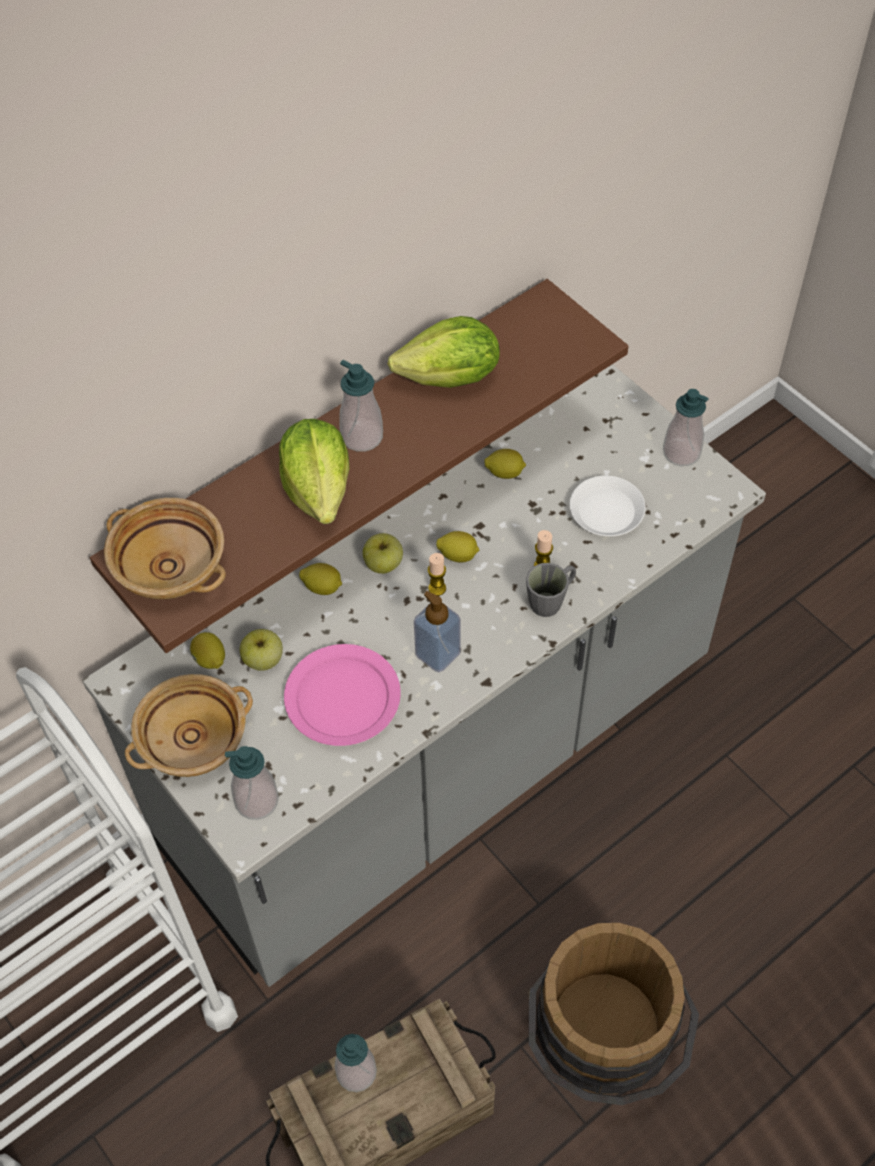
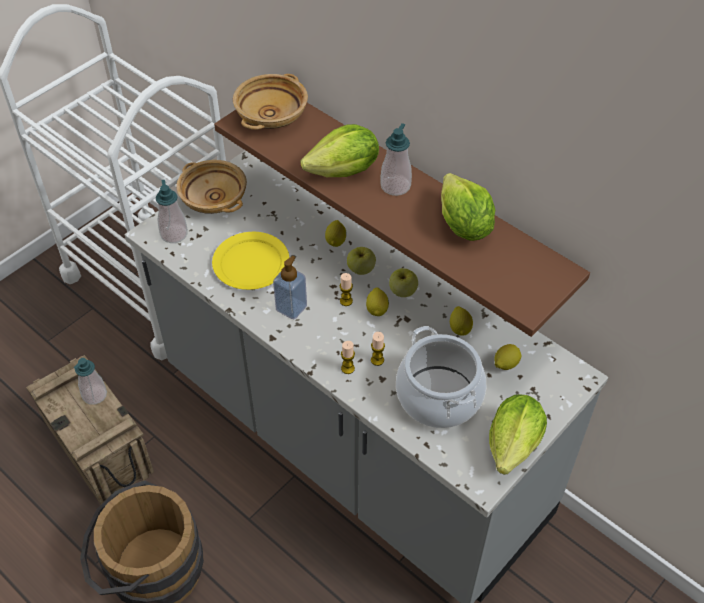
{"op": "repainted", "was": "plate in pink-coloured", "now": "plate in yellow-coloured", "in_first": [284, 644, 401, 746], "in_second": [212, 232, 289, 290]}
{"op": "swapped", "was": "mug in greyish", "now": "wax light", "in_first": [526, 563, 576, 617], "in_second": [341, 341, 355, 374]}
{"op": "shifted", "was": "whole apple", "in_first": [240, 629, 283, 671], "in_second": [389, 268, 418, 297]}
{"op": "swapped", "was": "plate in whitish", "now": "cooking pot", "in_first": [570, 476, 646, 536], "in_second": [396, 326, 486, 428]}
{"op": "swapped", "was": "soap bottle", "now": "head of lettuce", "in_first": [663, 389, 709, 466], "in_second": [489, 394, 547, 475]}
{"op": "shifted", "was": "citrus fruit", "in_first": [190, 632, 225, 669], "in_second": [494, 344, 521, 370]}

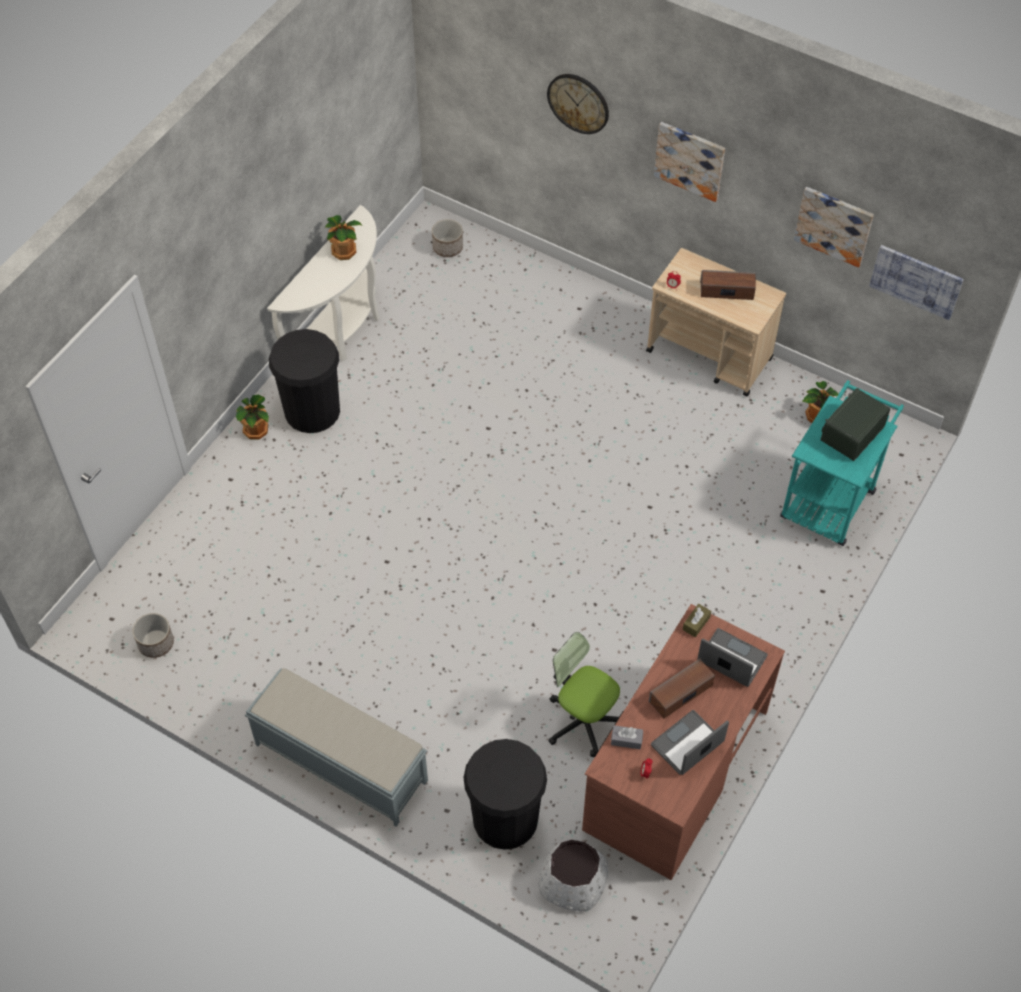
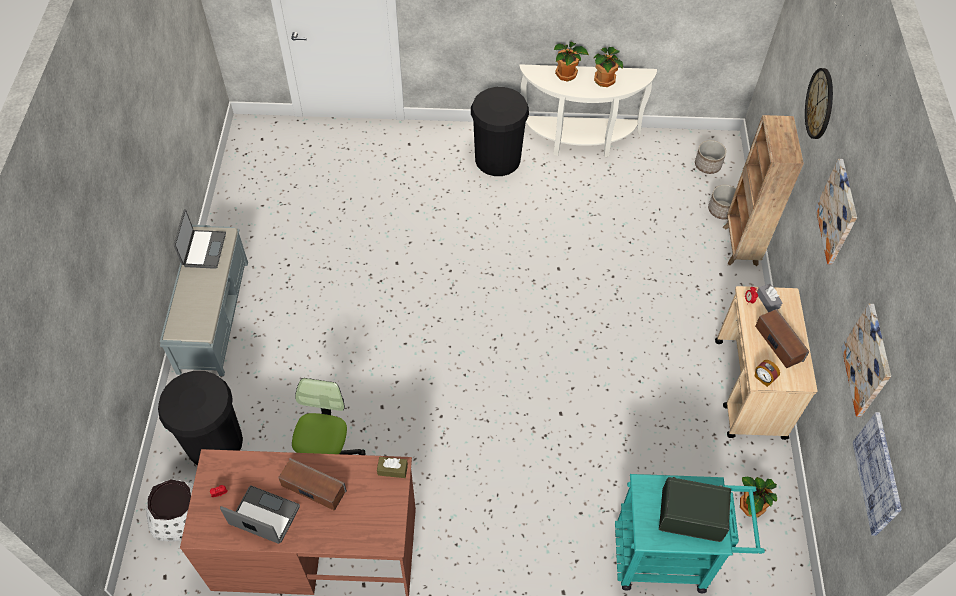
{"op": "shifted", "was": "laptop", "in_first": [697, 628, 768, 687], "in_second": [174, 209, 226, 269]}
{"op": "shifted", "was": "houseplant", "in_first": [236, 395, 269, 439], "in_second": [554, 42, 589, 82]}
{"op": "shifted", "was": "planter", "in_first": [132, 613, 174, 658], "in_second": [708, 185, 736, 220]}
{"op": "new", "now": "shelving unit in brown-coloured", "in_second": [723, 115, 804, 266]}
{"op": "new", "now": "table clock", "in_second": [754, 360, 780, 387]}
{"op": "shifted", "was": "tissue box in greyish", "in_first": [611, 725, 643, 749], "in_second": [757, 284, 783, 312]}

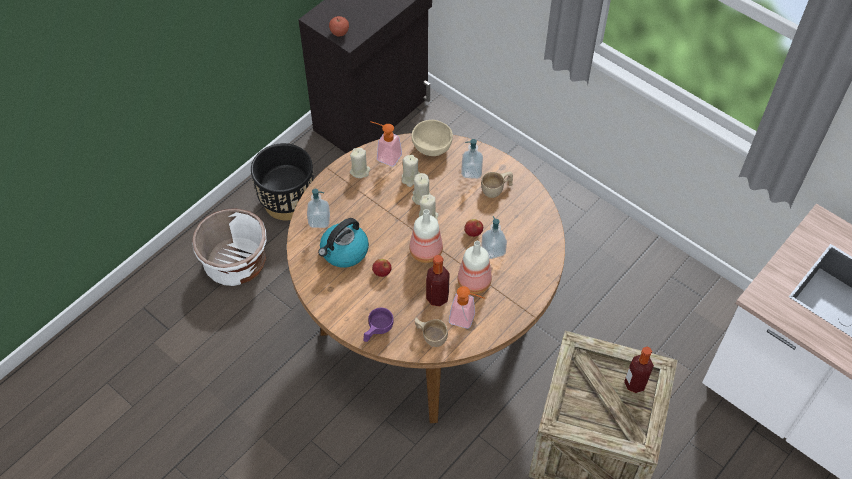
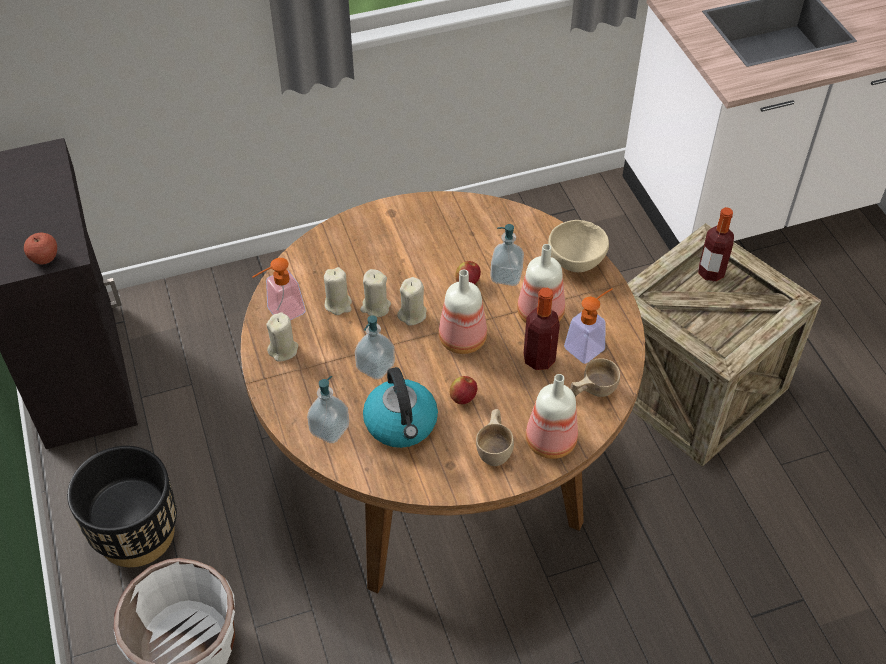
{"op": "shifted", "was": "soap bottle", "in_first": [461, 139, 483, 179], "in_second": [355, 315, 395, 380]}
{"op": "shifted", "was": "drinking cup in beige-coloured", "in_first": [481, 171, 513, 198], "in_second": [476, 409, 514, 466]}
{"op": "swapped", "was": "drinking cup in purple-coloured", "now": "beverage bottle", "in_first": [363, 308, 394, 342], "in_second": [526, 374, 578, 459]}
{"op": "shifted", "was": "bowl in beige-coloured", "in_first": [412, 120, 453, 156], "in_second": [548, 220, 609, 272]}

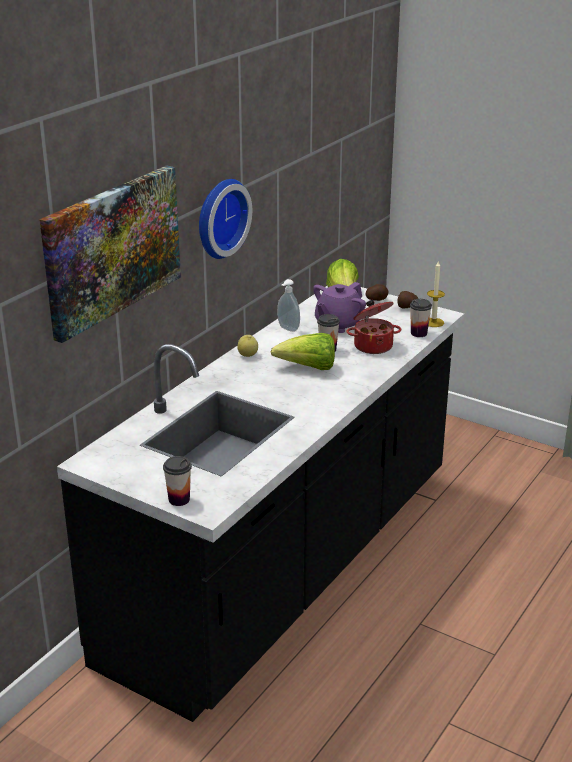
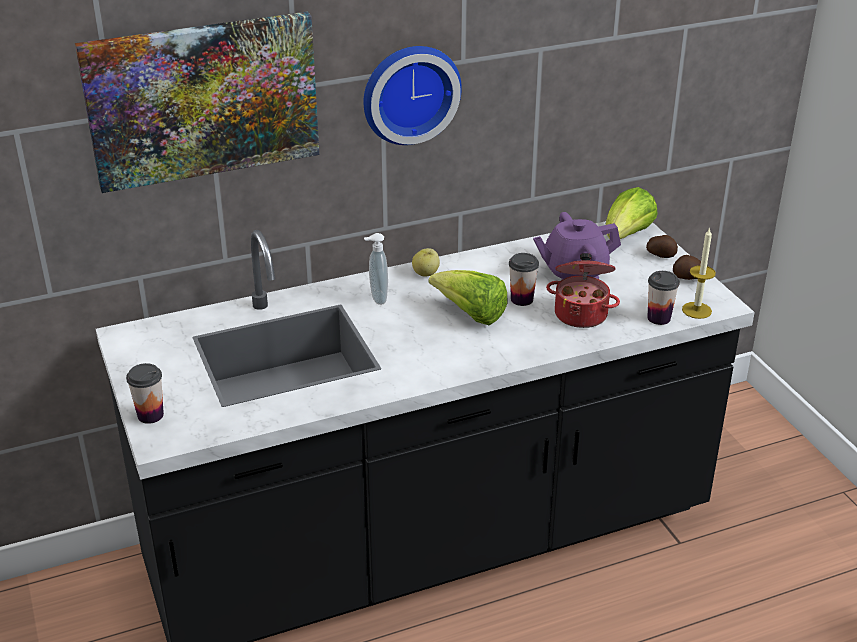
{"op": "shifted", "was": "soap bottle", "in_first": [277, 279, 300, 332], "in_second": [364, 233, 388, 305]}

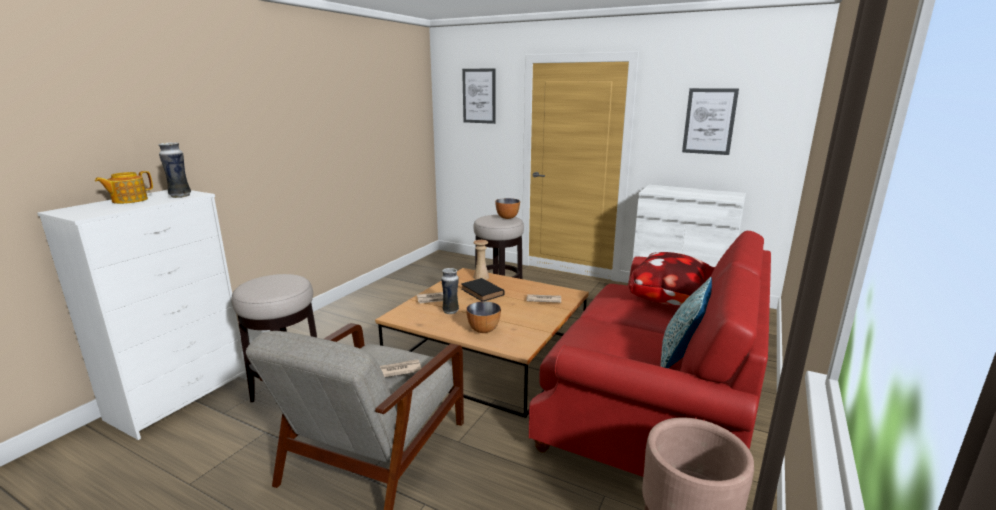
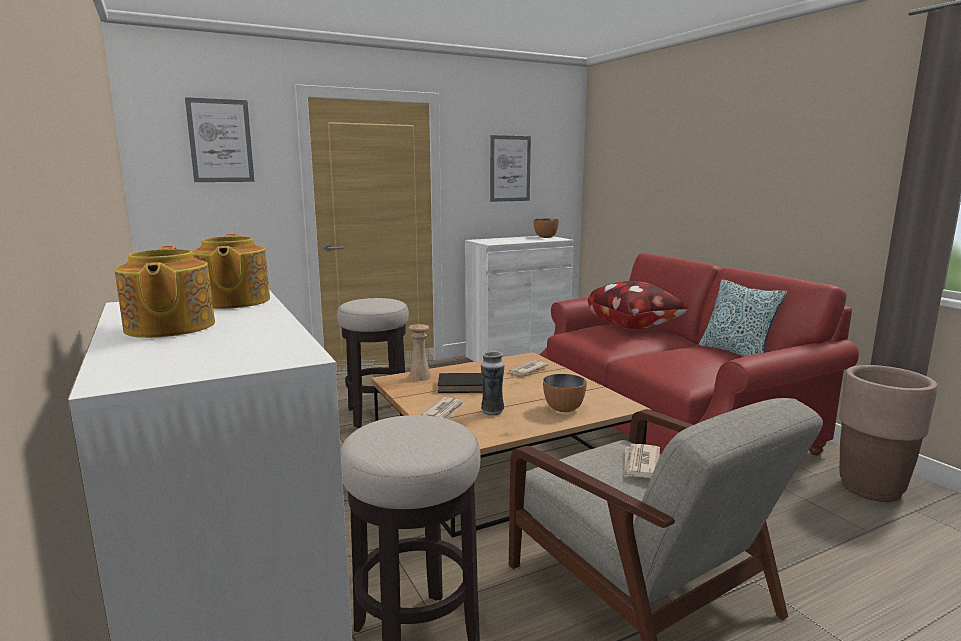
{"op": "swapped", "was": "flower vase", "now": "tea pot", "in_first": [158, 143, 191, 198], "in_second": [192, 234, 270, 309]}
{"op": "shifted", "was": "bowl", "in_first": [495, 198, 520, 219], "in_second": [533, 219, 559, 238]}

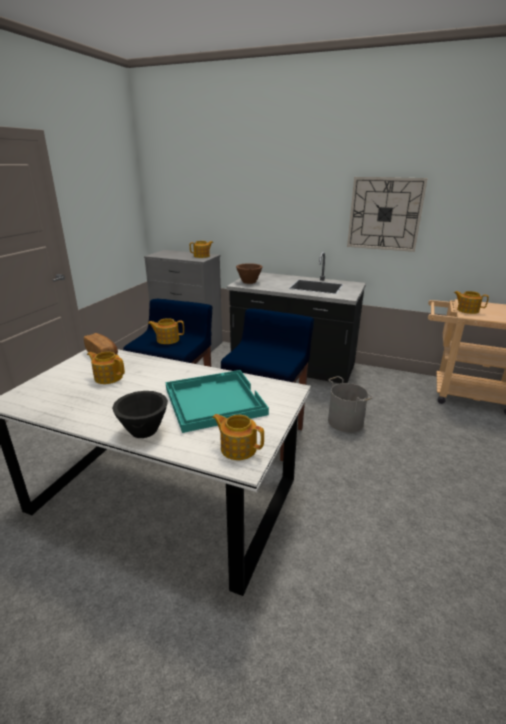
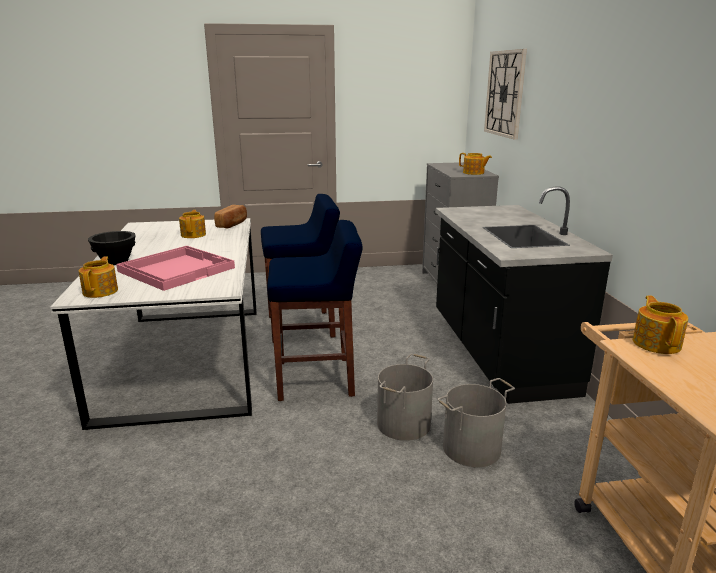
{"op": "repainted", "was": "serving tray in turquoise", "now": "serving tray in pink-coloured", "in_first": [166, 370, 269, 433], "in_second": [116, 246, 235, 291]}
{"op": "new", "now": "bucket in greyish", "in_second": [437, 378, 515, 467]}
{"op": "shifted", "was": "wall clock", "in_first": [347, 177, 428, 252], "in_second": [484, 49, 527, 140]}
{"op": "gone", "was": "tea pot", "in_first": [148, 318, 184, 344]}
{"op": "gone", "was": "bowl in brown-coloured", "in_first": [236, 263, 263, 284]}

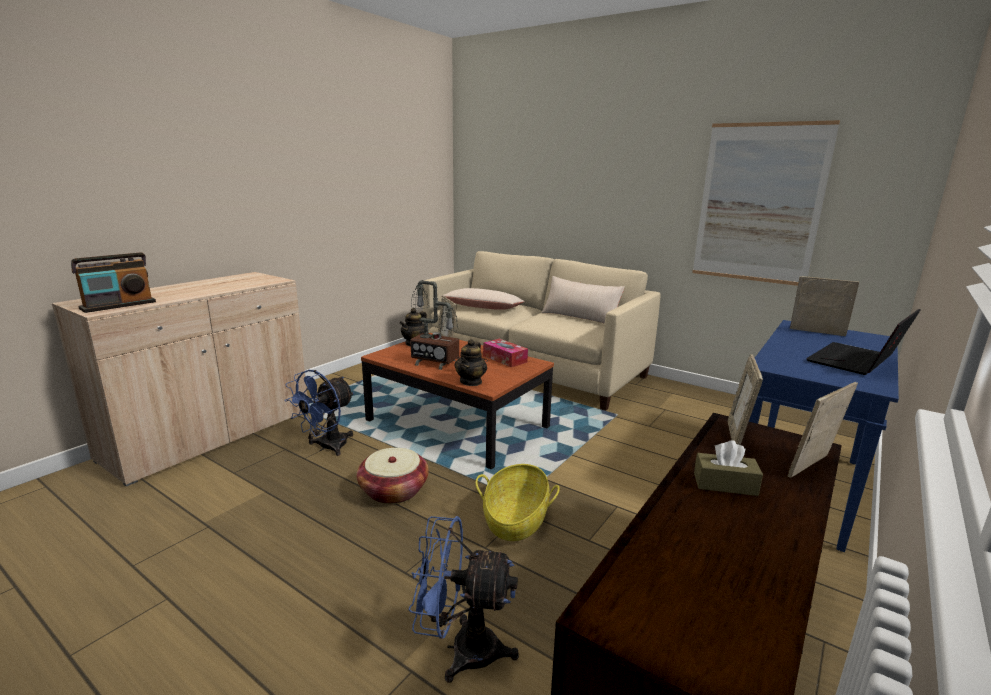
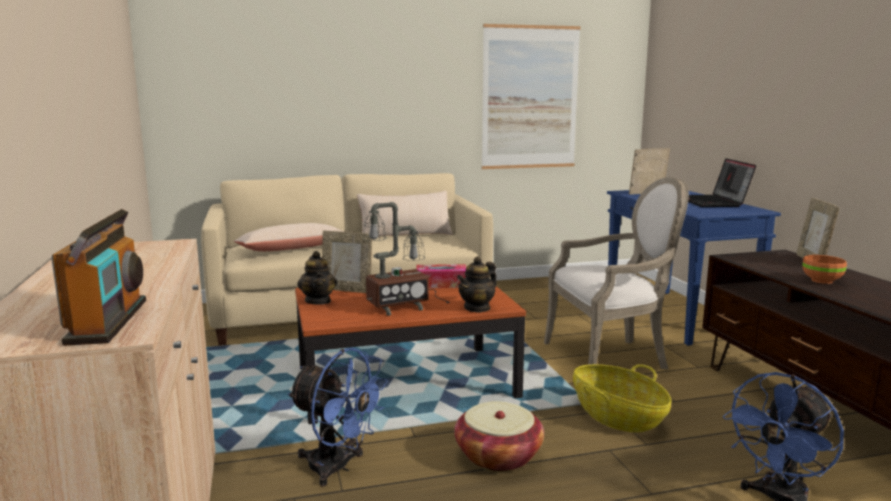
{"op": "rotated", "was": "cooling fan in blue", "in_first": [285, 370, 354, 456], "in_second": [288, 348, 388, 487], "clockwise": -45}
{"op": "rotated", "was": "tea pot", "in_first": [454, 339, 487, 386], "in_second": [457, 256, 497, 313], "clockwise": 75}
{"op": "new", "now": "armchair", "in_second": [544, 177, 689, 370]}
{"op": "swapped", "was": "tissue box in brown-coloured", "now": "bowl in orangey", "in_first": [694, 440, 763, 496], "in_second": [802, 255, 847, 284]}
{"op": "gone", "was": "standing frame", "in_first": [728, 354, 763, 445]}

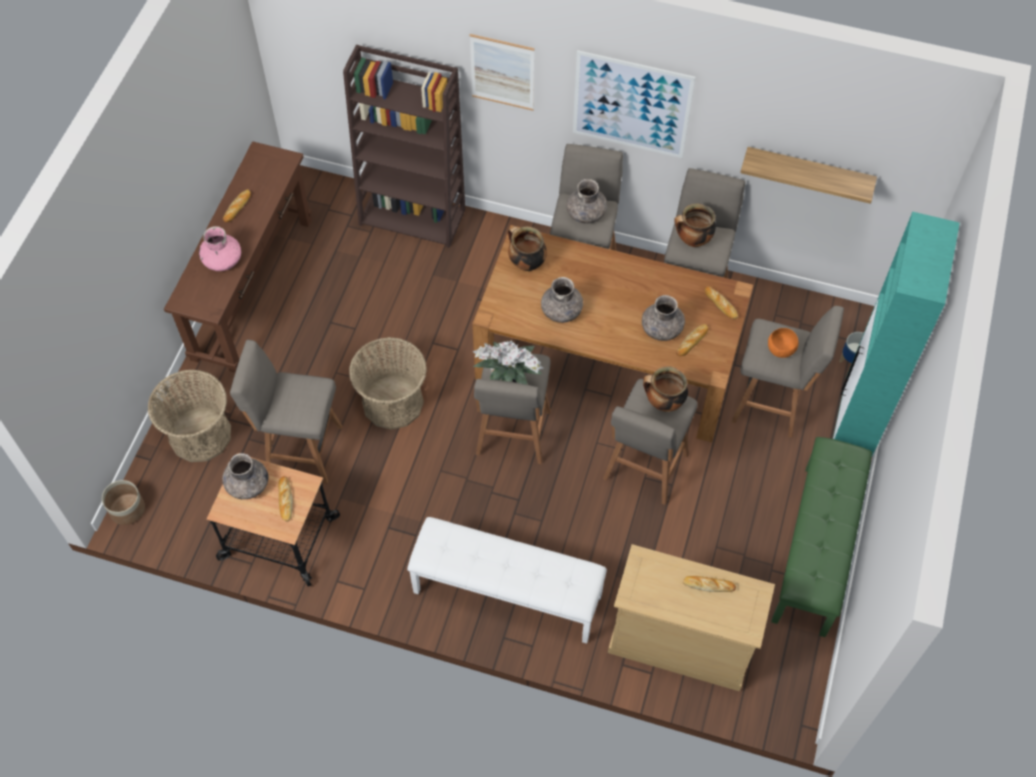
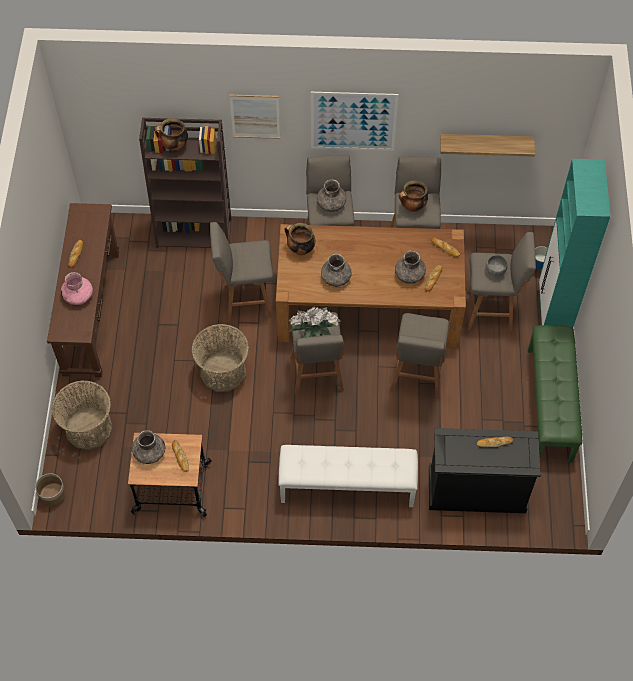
{"op": "shifted", "was": "cooking pot", "in_first": [643, 366, 688, 412], "in_second": [155, 118, 188, 151]}
{"op": "shifted", "was": "stool seat in greyish", "in_first": [230, 340, 342, 484], "in_second": [210, 222, 273, 321]}
{"op": "repainted", "was": "drawer chest in beige-coloured", "now": "drawer chest in blackish", "in_first": [608, 544, 775, 691], "in_second": [429, 428, 541, 513]}
{"op": "repainted", "was": "bowl in orangey", "now": "bowl in greyish", "in_first": [768, 328, 798, 358], "in_second": [486, 255, 507, 277]}

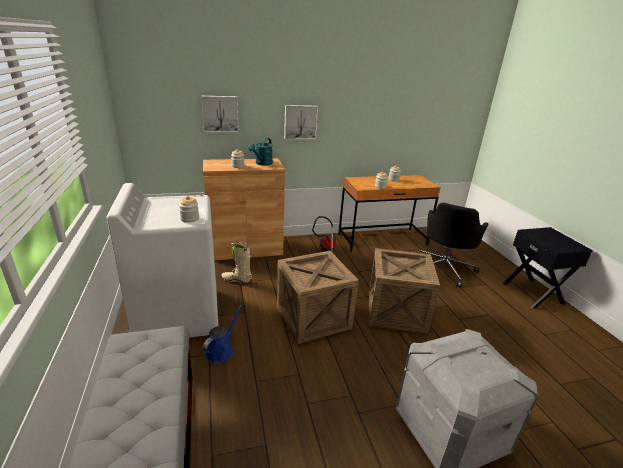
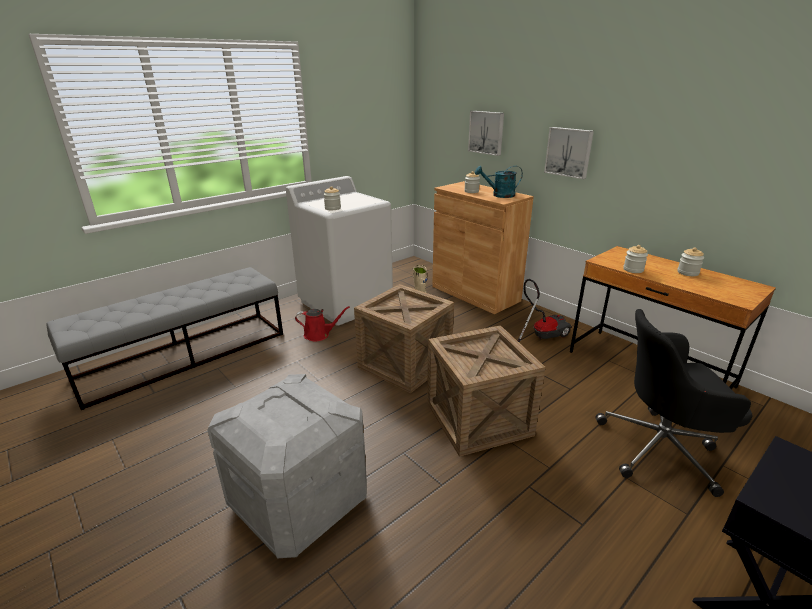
{"op": "repainted", "was": "watering pot in blue", "now": "watering pot in reddish", "in_first": [203, 305, 242, 363], "in_second": [295, 306, 350, 342]}

